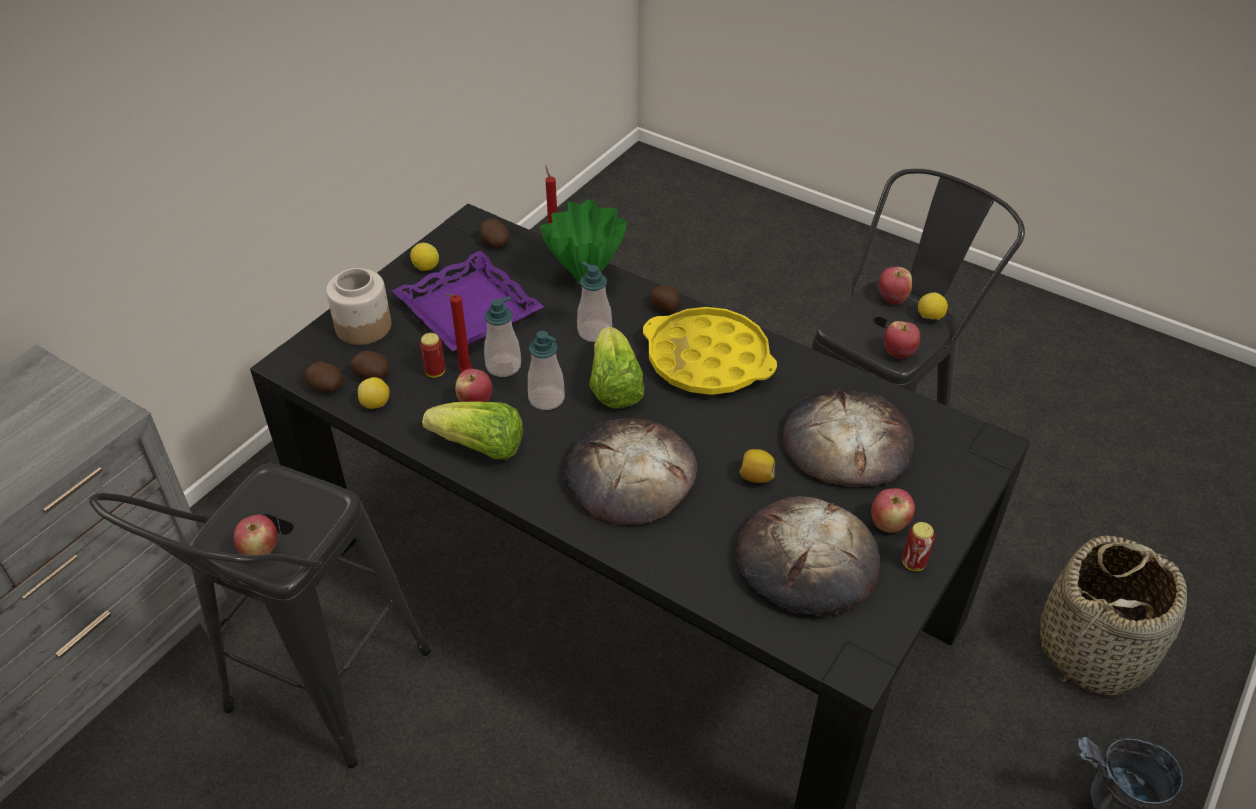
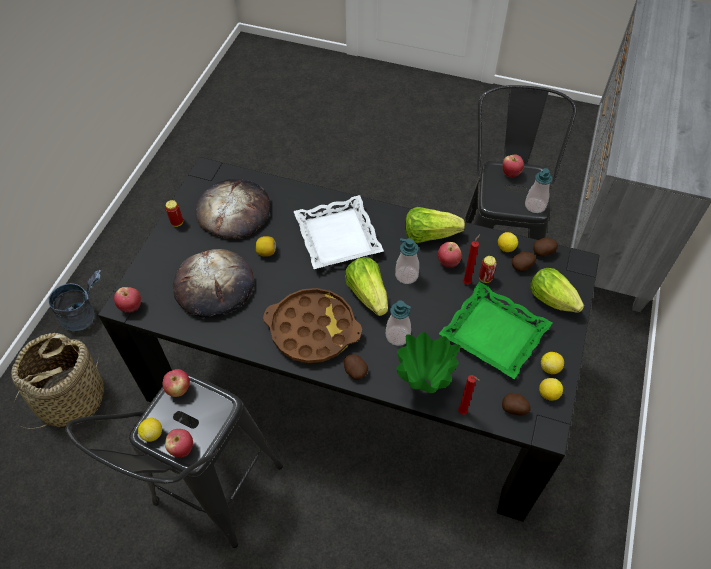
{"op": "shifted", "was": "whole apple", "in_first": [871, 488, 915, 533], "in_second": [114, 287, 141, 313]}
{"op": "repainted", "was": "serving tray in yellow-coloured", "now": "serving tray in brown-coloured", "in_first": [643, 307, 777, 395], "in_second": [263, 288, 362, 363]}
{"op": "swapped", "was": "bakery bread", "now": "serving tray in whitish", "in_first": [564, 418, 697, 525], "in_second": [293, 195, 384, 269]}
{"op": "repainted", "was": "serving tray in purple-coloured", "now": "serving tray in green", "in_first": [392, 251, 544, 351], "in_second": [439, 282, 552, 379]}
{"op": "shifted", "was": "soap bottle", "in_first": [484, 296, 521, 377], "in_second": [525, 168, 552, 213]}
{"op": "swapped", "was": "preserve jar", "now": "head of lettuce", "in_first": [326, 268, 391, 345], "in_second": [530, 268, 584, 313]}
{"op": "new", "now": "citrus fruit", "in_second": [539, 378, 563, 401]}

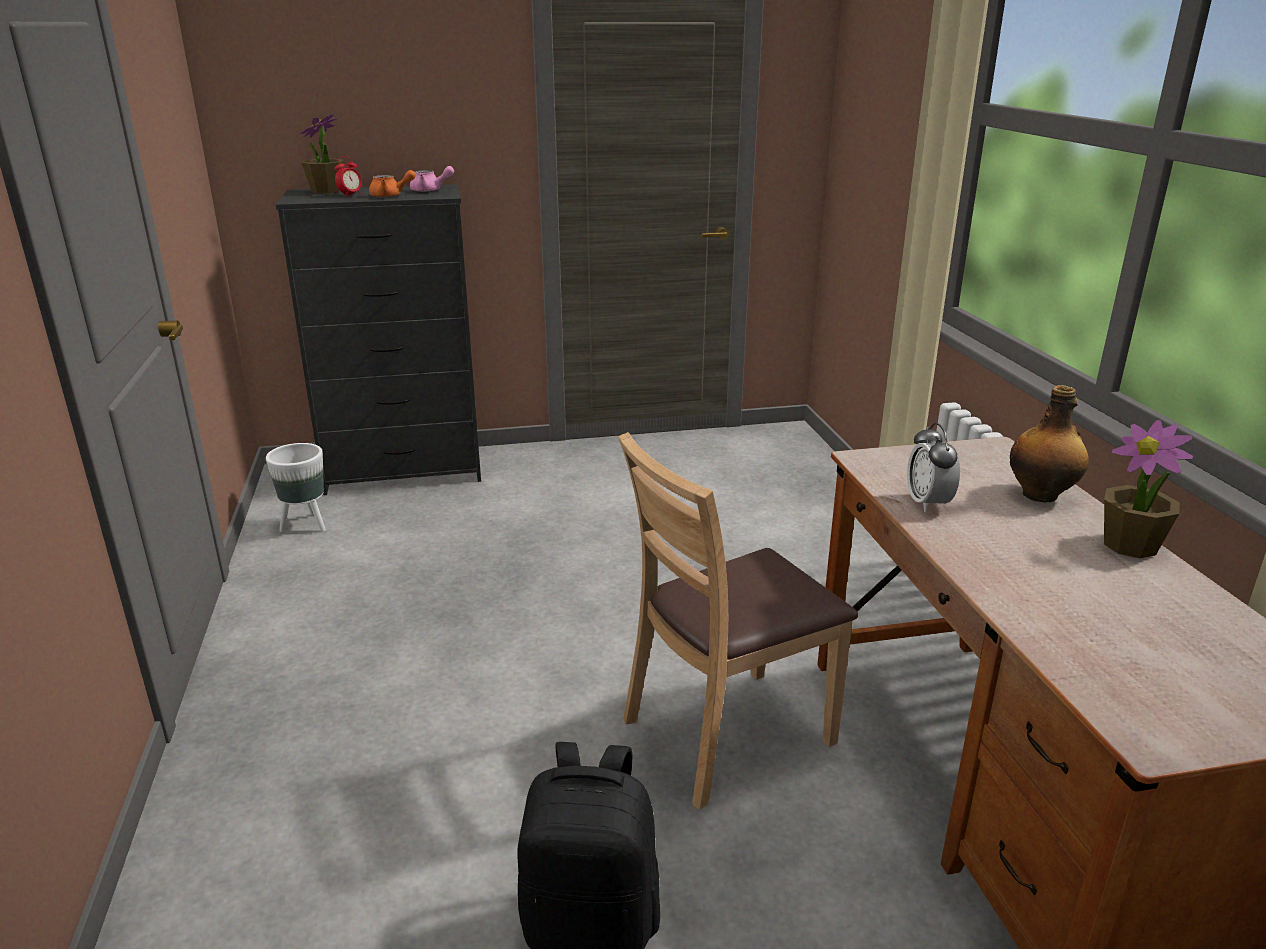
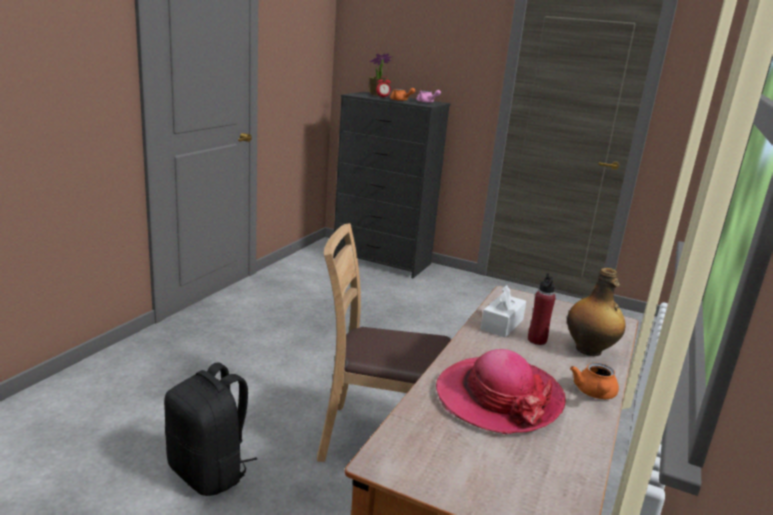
{"op": "new", "now": "hat", "in_second": [436, 349, 566, 434]}
{"op": "swapped", "was": "table clock", "now": "tissue box in whitish", "in_first": [907, 423, 960, 512], "in_second": [481, 285, 526, 338]}
{"op": "new", "now": "beverage bottle in reddish", "in_second": [528, 273, 556, 345]}
{"op": "swapped", "was": "houseplant", "now": "tea pot in orangey", "in_first": [1104, 420, 1193, 558], "in_second": [570, 362, 619, 399]}
{"op": "gone", "was": "planter in whitish", "in_first": [266, 443, 326, 532]}

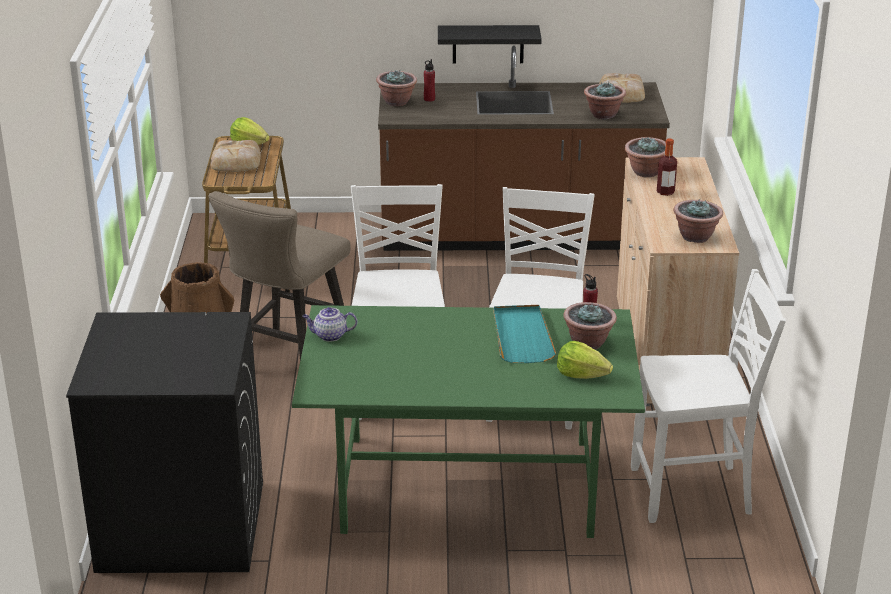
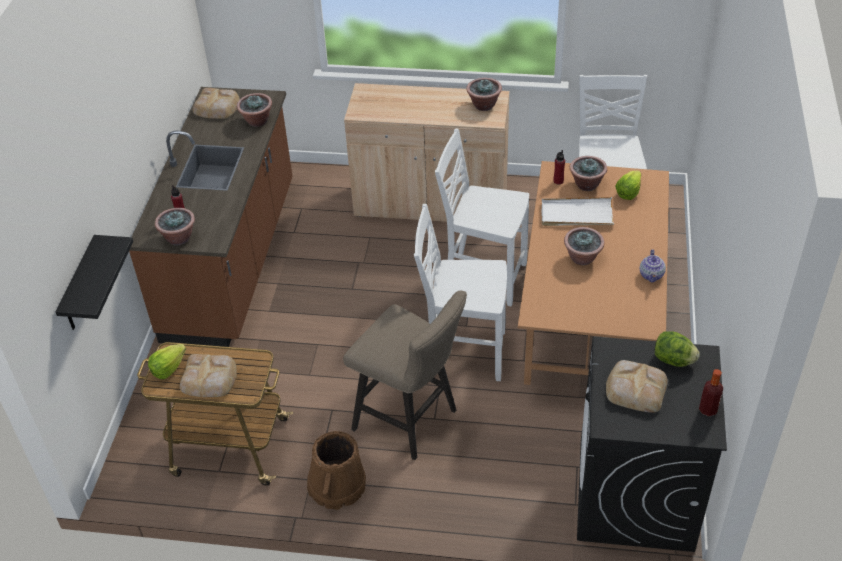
{"op": "shifted", "was": "shelf in blackish", "in_first": [438, 25, 542, 64], "in_second": [55, 235, 133, 330]}
{"op": "repainted", "was": "dinner table in green", "now": "dinner table in brown-coloured", "in_first": [292, 305, 645, 538], "in_second": [518, 161, 669, 385]}
{"op": "repainted", "was": "serving tray in turquoise", "now": "serving tray in whitish", "in_first": [493, 305, 556, 363], "in_second": [541, 197, 614, 226]}
{"op": "shifted", "was": "houseplant", "in_first": [625, 137, 666, 177], "in_second": [564, 227, 605, 265]}
{"op": "new", "now": "bakery bread", "in_second": [606, 360, 668, 413]}
{"op": "shifted", "was": "tea pot", "in_first": [302, 307, 357, 342], "in_second": [640, 249, 666, 282]}
{"op": "new", "now": "head of lettuce", "in_second": [655, 332, 700, 367]}
{"op": "shifted", "was": "beverage bottle", "in_first": [657, 138, 677, 196], "in_second": [699, 369, 723, 416]}

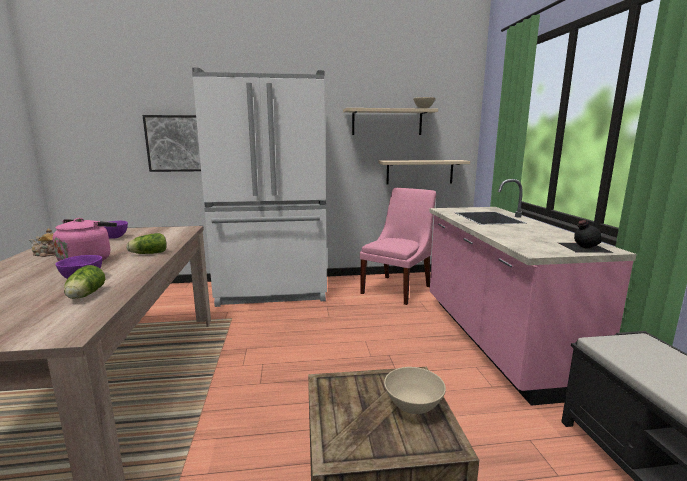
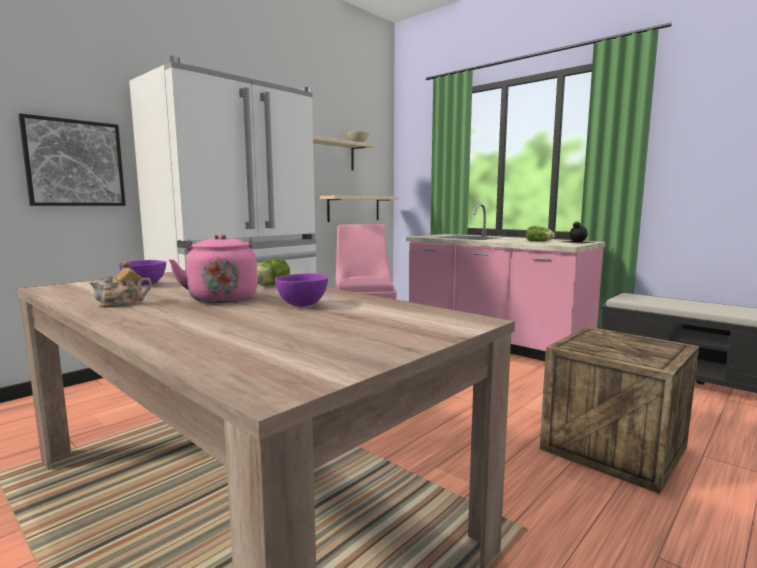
{"op": "shifted", "was": "head of lettuce", "in_first": [64, 265, 105, 299], "in_second": [526, 226, 555, 242]}
{"op": "gone", "was": "bowl in beige-coloured", "in_first": [384, 367, 446, 414]}

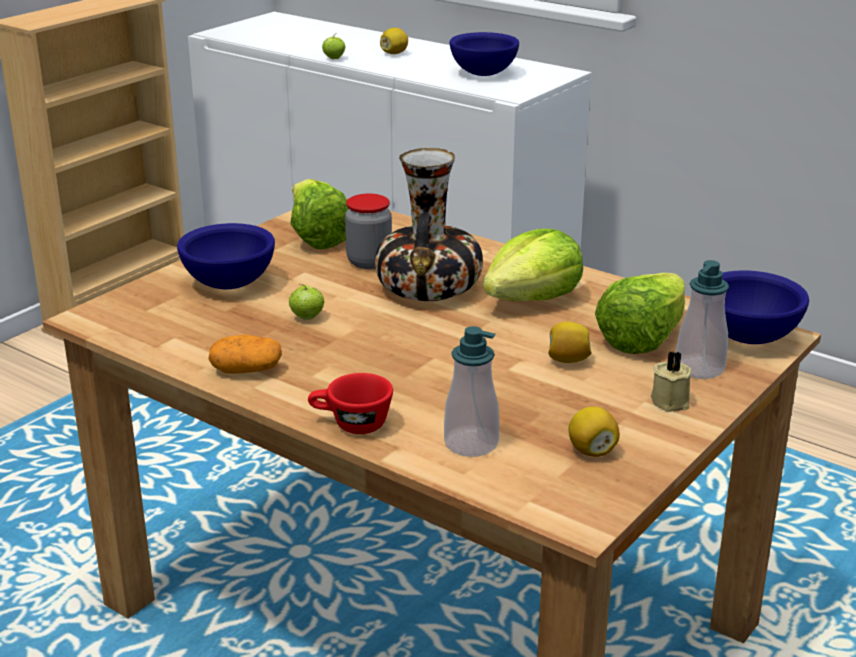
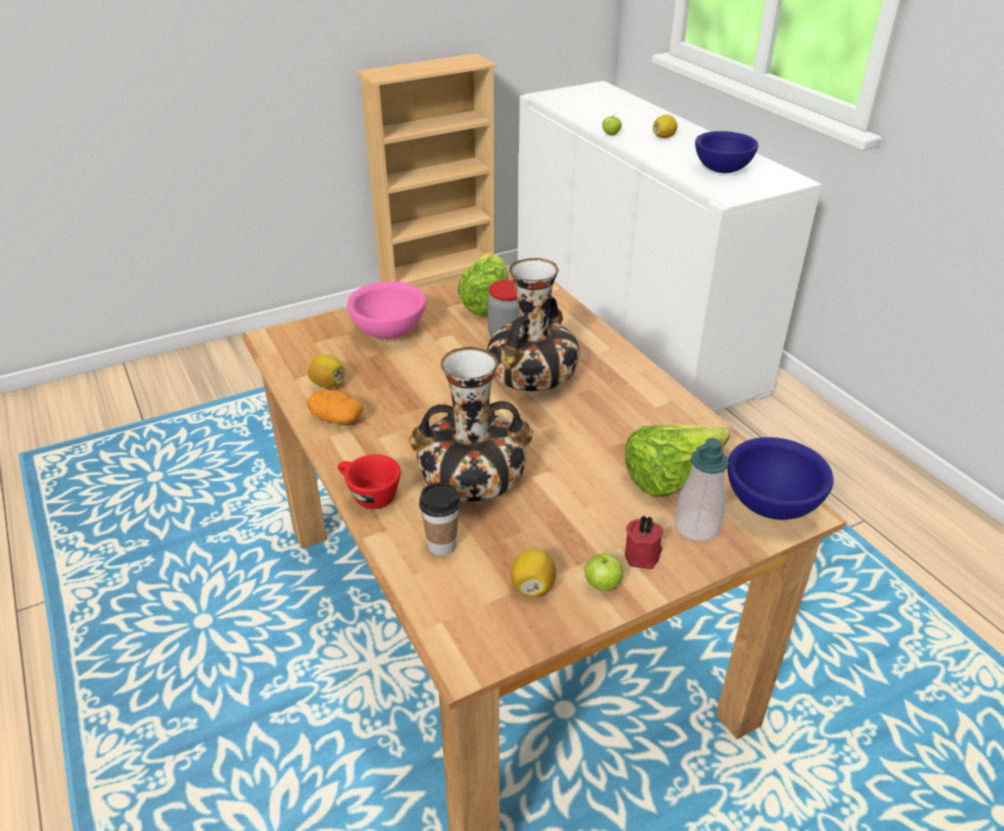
{"op": "shifted", "was": "citrus fruit", "in_first": [548, 322, 592, 363], "in_second": [308, 355, 345, 388]}
{"op": "repainted", "was": "bowl in blue", "now": "bowl in pink-coloured", "in_first": [177, 223, 275, 289], "in_second": [347, 281, 426, 339]}
{"op": "new", "now": "flower vase", "in_second": [409, 347, 533, 502]}
{"op": "swapped", "was": "soap bottle", "now": "drinking cup", "in_first": [444, 326, 500, 457], "in_second": [419, 482, 460, 556]}
{"op": "shifted", "was": "whole apple", "in_first": [289, 284, 324, 320], "in_second": [585, 553, 624, 591]}
{"op": "repainted", "was": "wax light in beige-coloured", "now": "wax light in reddish", "in_first": [651, 351, 691, 412], "in_second": [625, 515, 663, 569]}
{"op": "gone", "was": "head of lettuce", "in_first": [483, 229, 583, 301]}

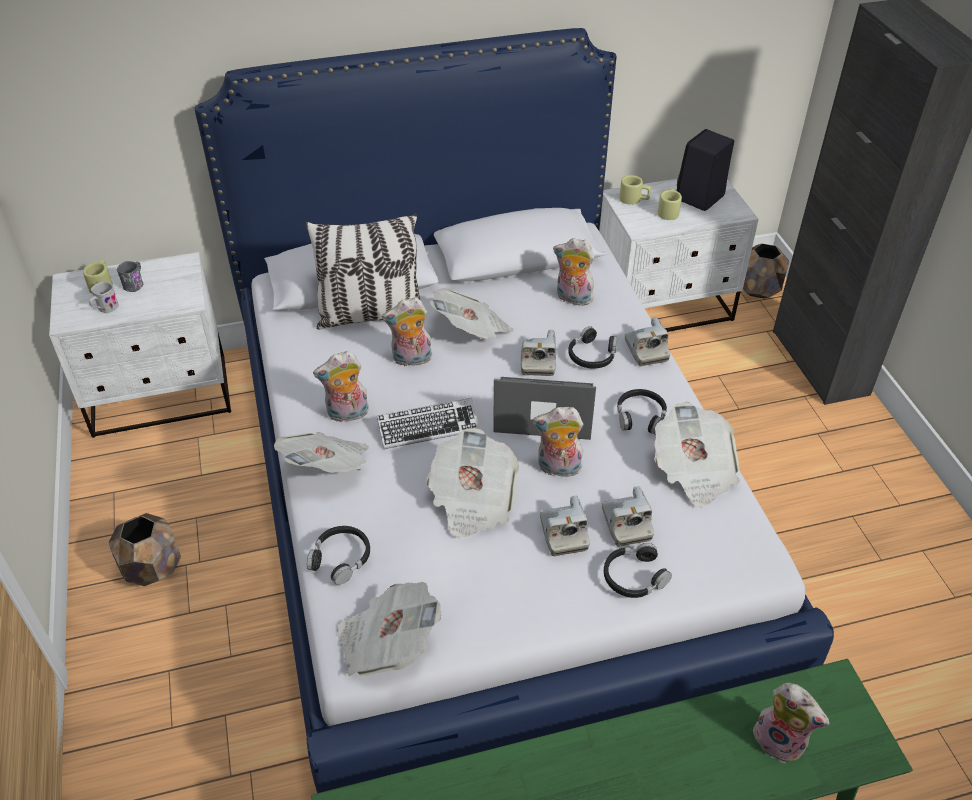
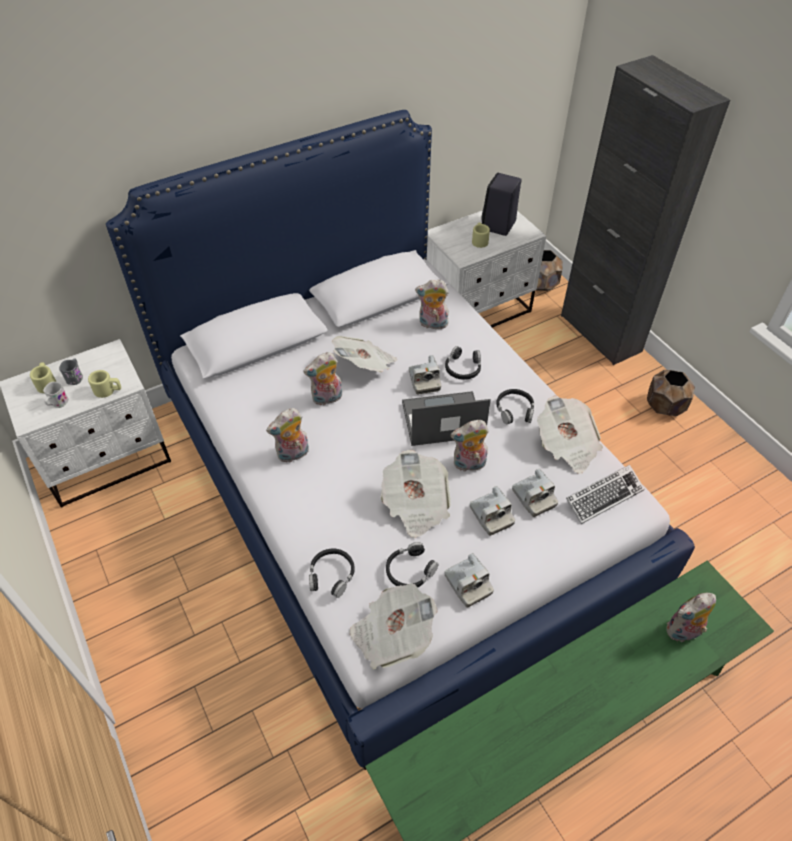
{"op": "shifted", "was": "mug in beige-coloured", "in_first": [619, 175, 651, 205], "in_second": [88, 370, 121, 398]}
{"op": "shifted", "was": "headset in blackish", "in_first": [604, 543, 672, 598], "in_second": [386, 542, 439, 588]}
{"op": "shifted", "was": "photo camera", "in_first": [625, 317, 670, 366], "in_second": [444, 553, 494, 608]}
{"op": "shifted", "was": "PC keyboard", "in_first": [377, 398, 480, 449], "in_second": [566, 465, 644, 524]}
{"op": "shifted", "was": "planter in brown-coloured", "in_first": [109, 513, 181, 586], "in_second": [647, 370, 695, 416]}
{"op": "rotated", "was": "soft toy", "in_first": [753, 683, 829, 763], "in_second": [666, 593, 716, 642], "clockwise": 135}
{"op": "gone", "was": "daily paper", "in_first": [274, 432, 369, 473]}
{"op": "gone", "was": "pillow", "in_first": [305, 214, 420, 329]}

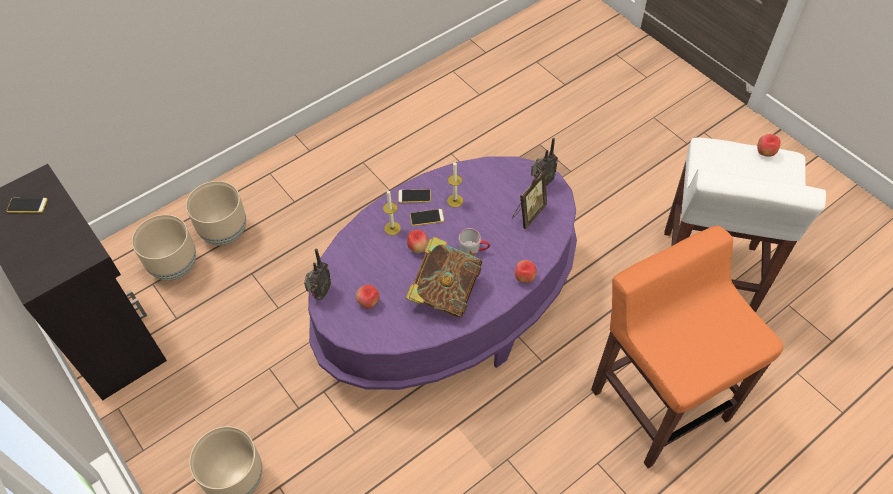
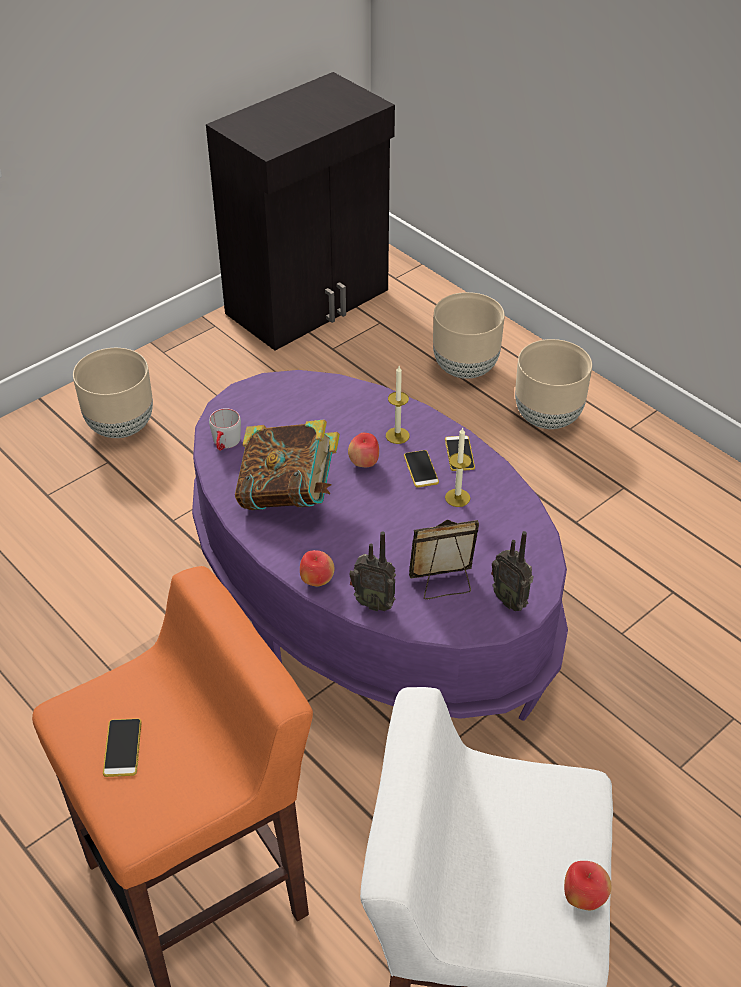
{"op": "shifted", "was": "telephone", "in_first": [7, 198, 48, 213], "in_second": [103, 718, 142, 777]}
{"op": "shifted", "was": "mug in greyish", "in_first": [459, 228, 490, 254], "in_second": [209, 408, 241, 451]}
{"op": "shifted", "was": "radio", "in_first": [304, 248, 331, 300], "in_second": [349, 532, 396, 612]}
{"op": "rotated", "was": "standing frame", "in_first": [512, 170, 547, 229], "in_second": [409, 520, 479, 599], "clockwise": 135}
{"op": "shifted", "was": "planter in beige-coloured", "in_first": [132, 215, 196, 281], "in_second": [515, 339, 592, 429]}
{"op": "gone", "was": "whole apple", "in_first": [356, 285, 380, 309]}

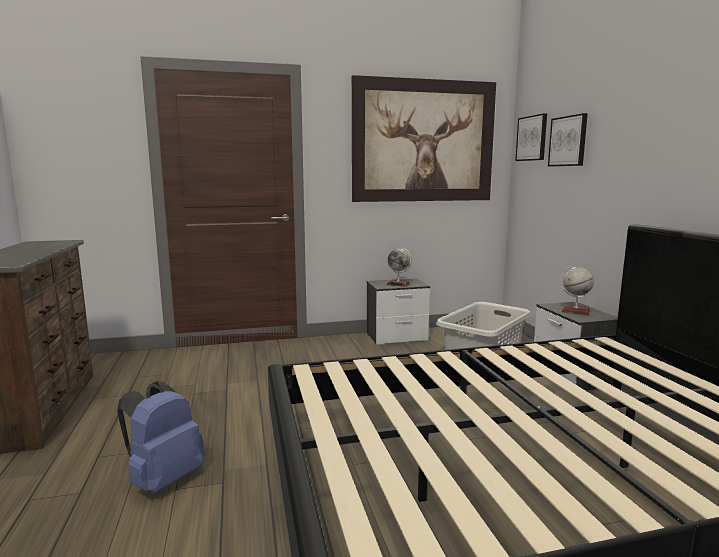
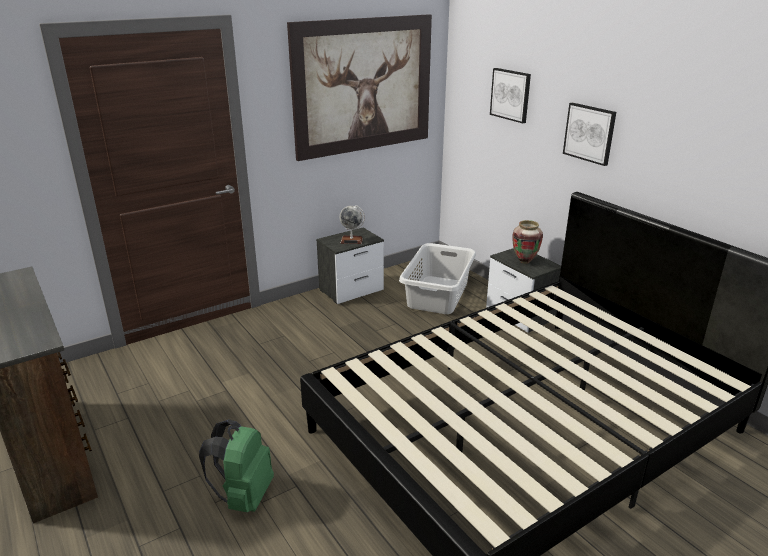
{"op": "repainted", "was": "rucksack in blue", "now": "rucksack in green", "in_first": [117, 381, 205, 493], "in_second": [199, 419, 274, 512]}
{"op": "swapped", "was": "globe", "now": "flower vase", "in_first": [561, 265, 594, 315], "in_second": [512, 220, 543, 264]}
{"op": "shifted", "was": "wall art", "in_first": [515, 113, 547, 161], "in_second": [563, 103, 616, 166]}

